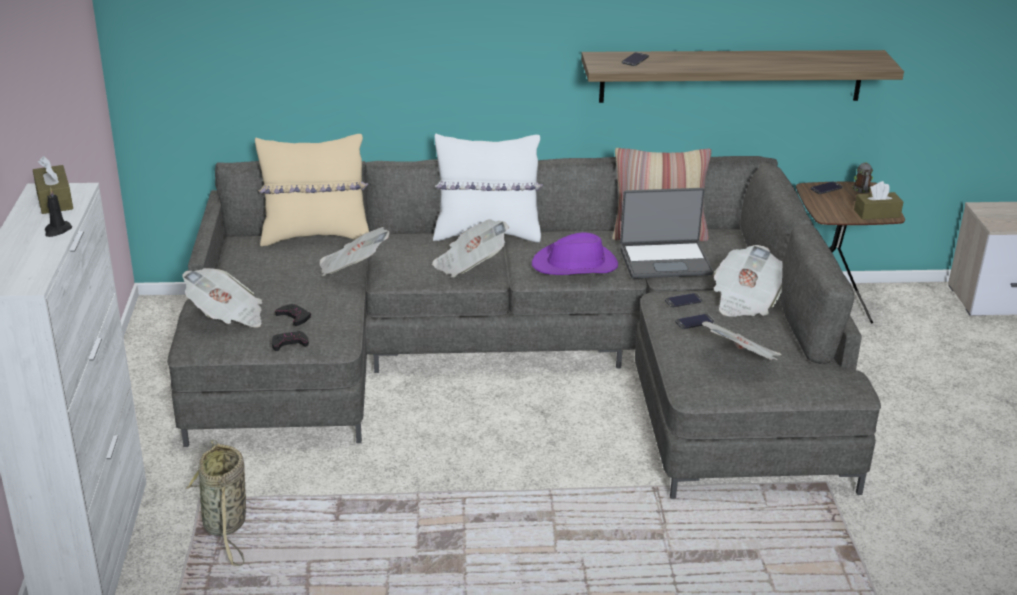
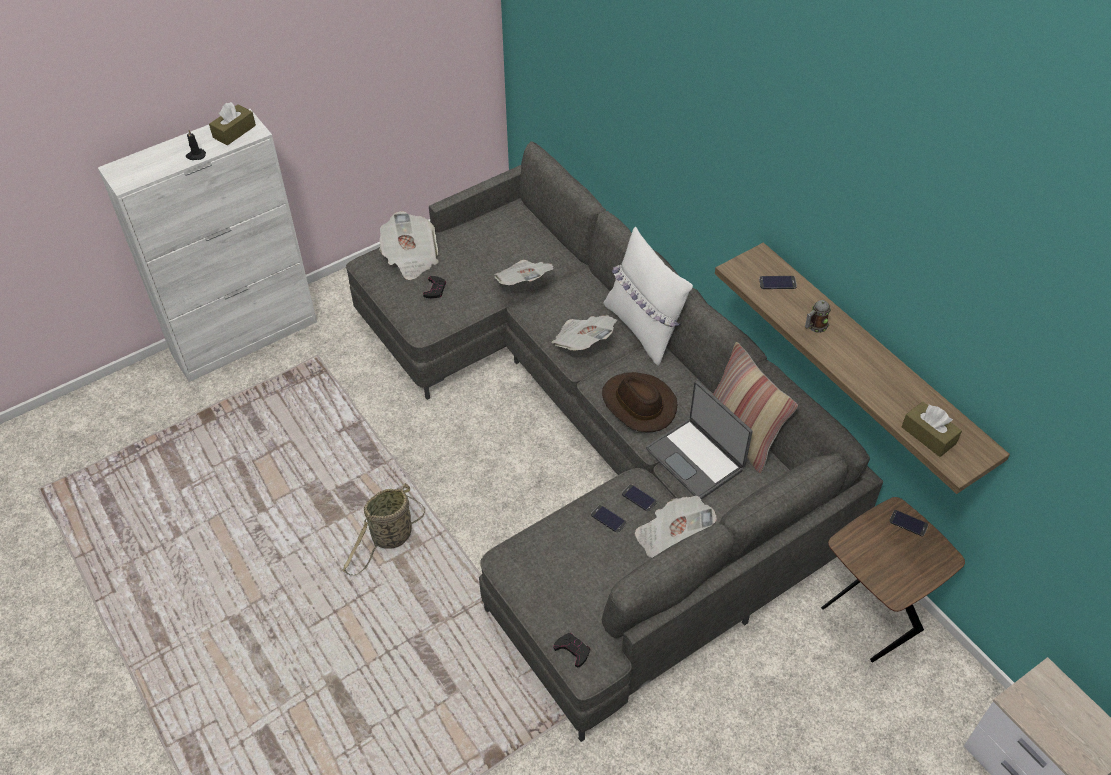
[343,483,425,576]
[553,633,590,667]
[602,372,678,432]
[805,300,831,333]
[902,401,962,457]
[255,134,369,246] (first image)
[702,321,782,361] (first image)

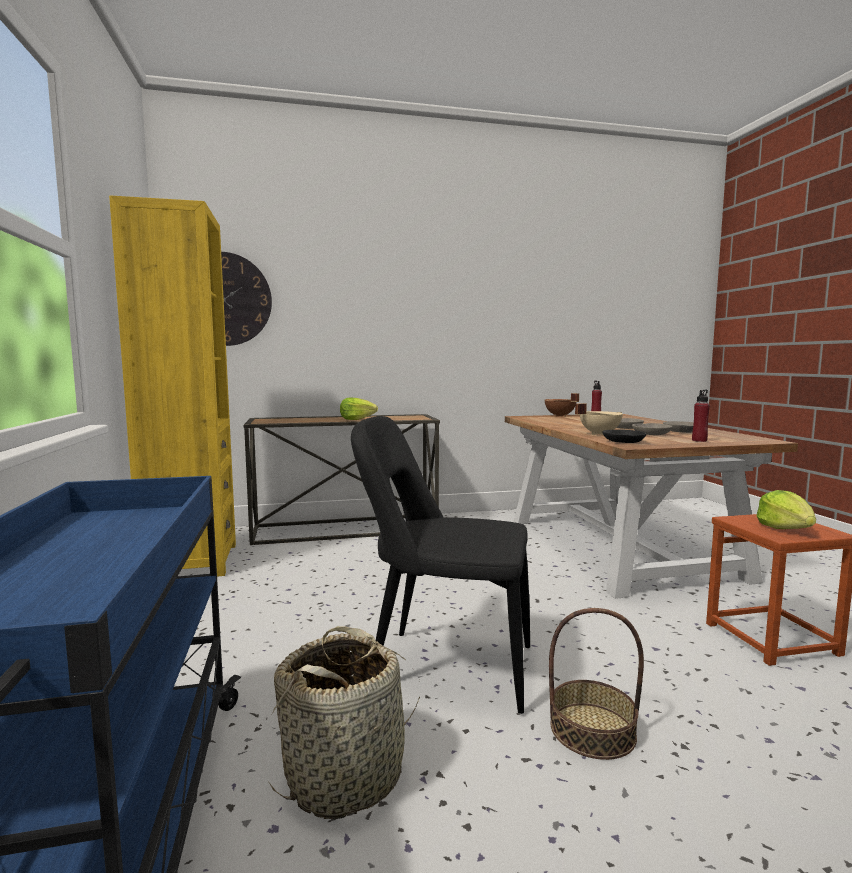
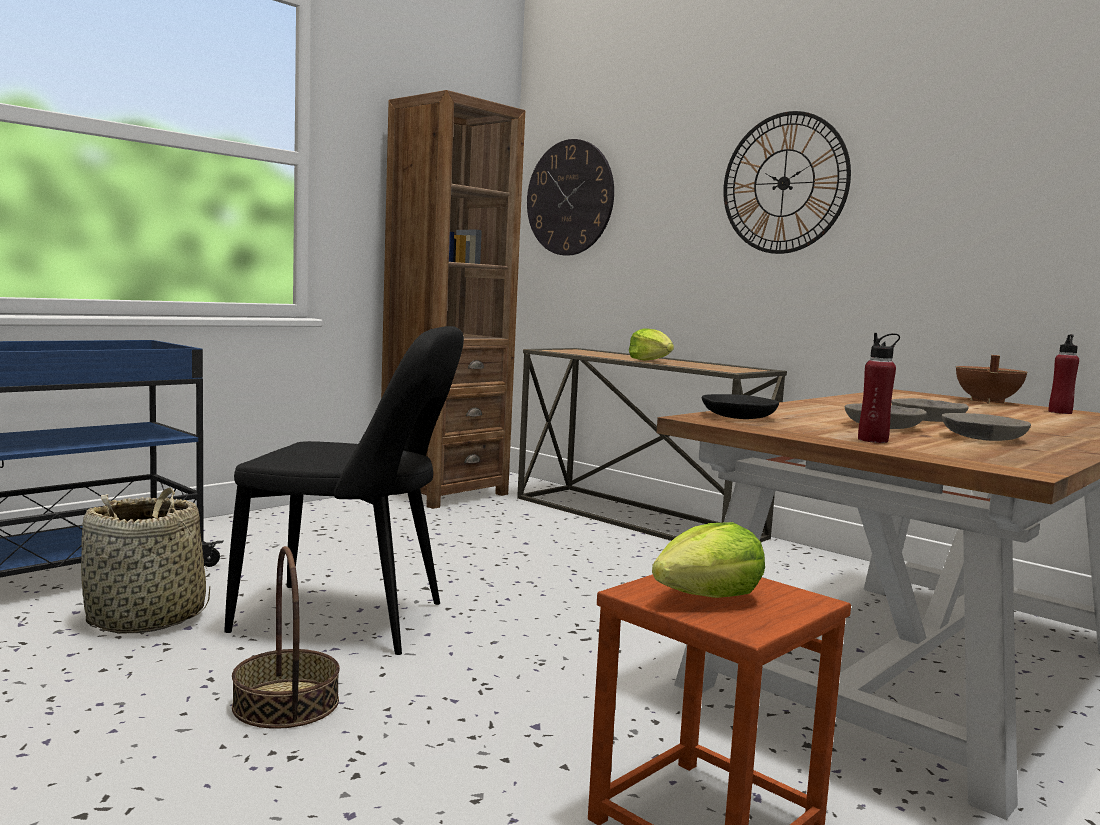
[224,326,464,655]
[381,90,525,509]
[723,111,851,254]
[575,403,623,435] (first image)

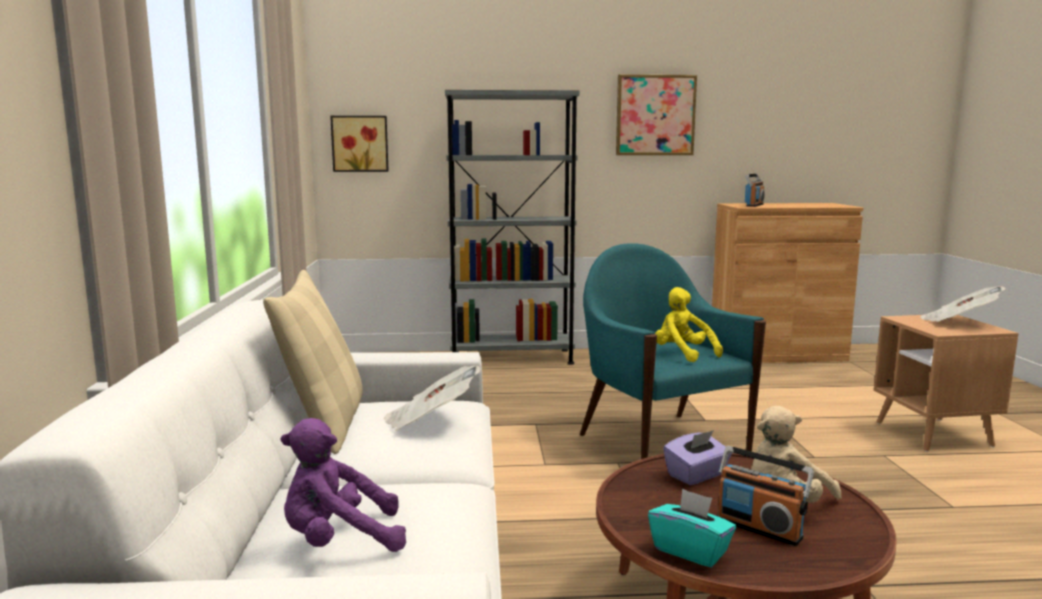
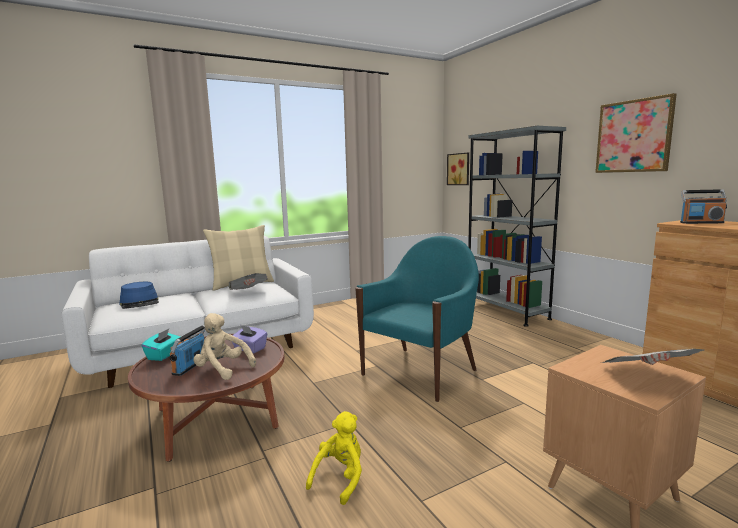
[119,282,159,309]
[306,411,362,505]

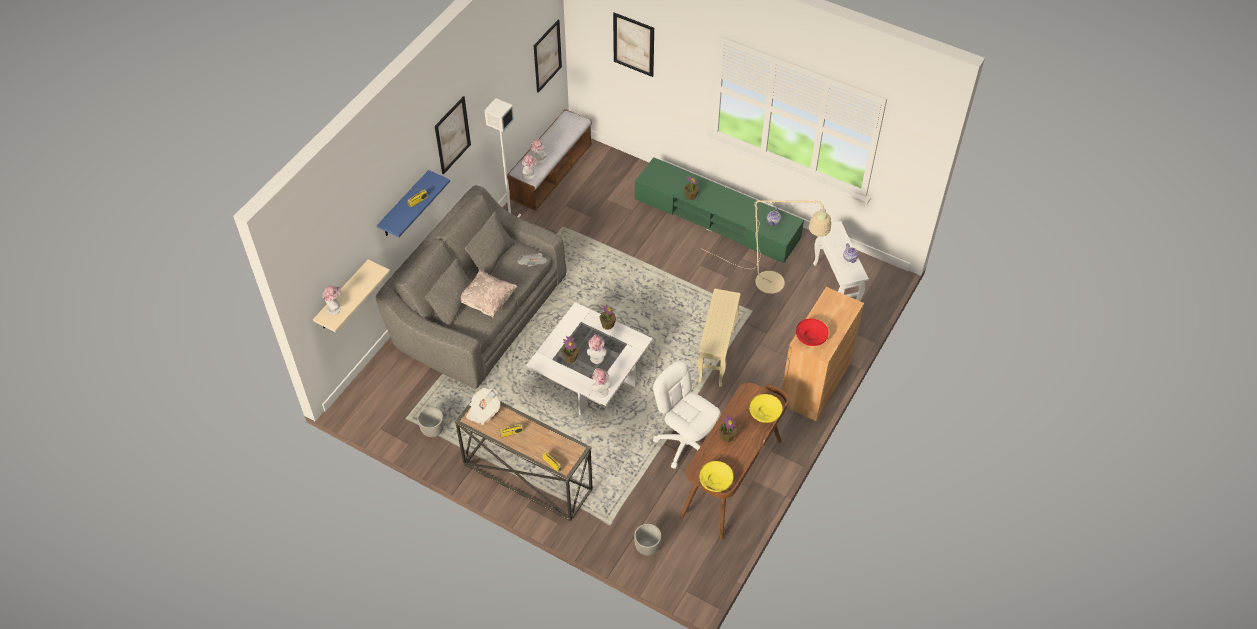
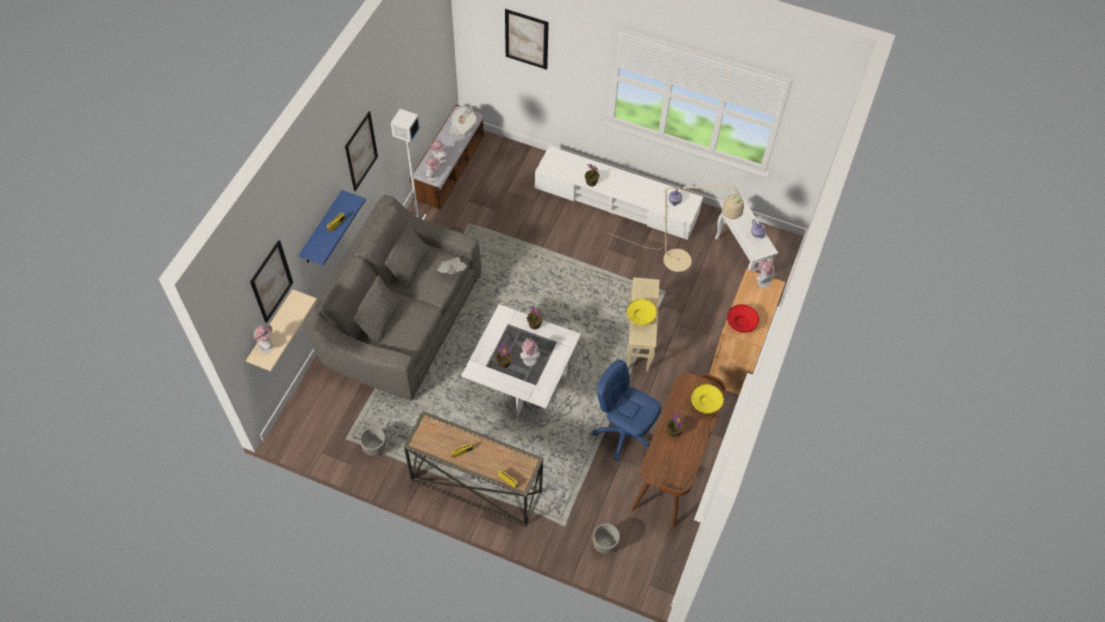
[250,240,293,323]
[449,106,476,136]
[535,146,703,240]
[593,360,661,461]
[627,299,657,325]
[757,260,775,288]
[461,270,518,318] (first image)

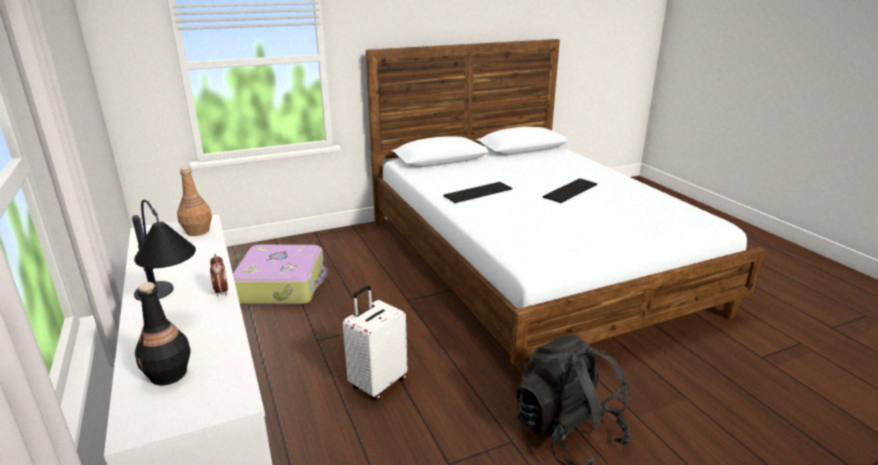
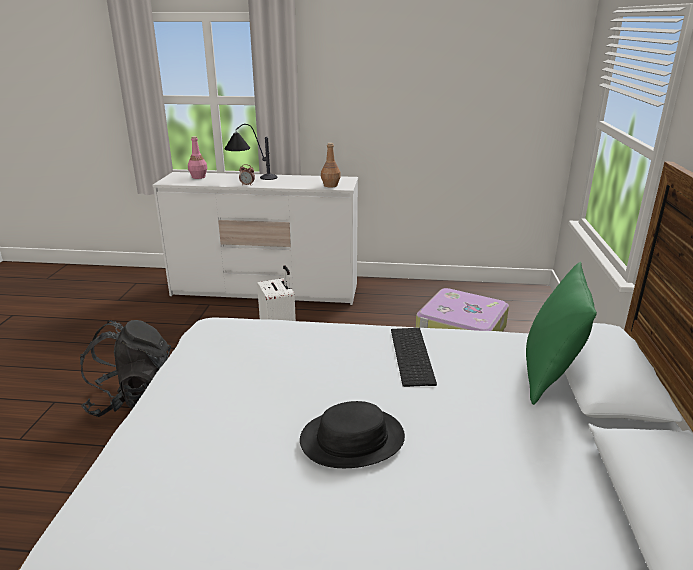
[188,136,207,179]
[300,401,405,468]
[526,262,597,405]

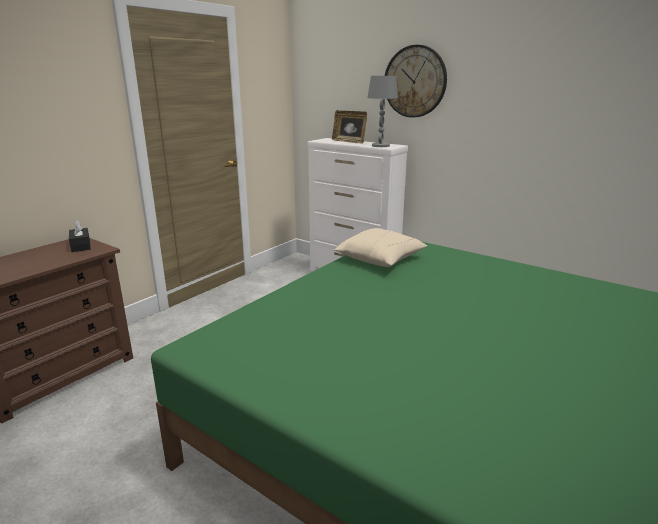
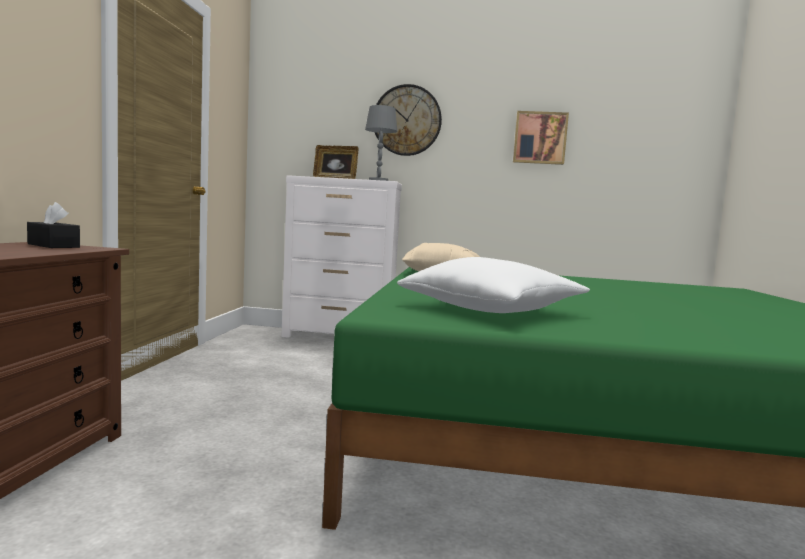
[397,257,590,313]
[513,111,569,165]

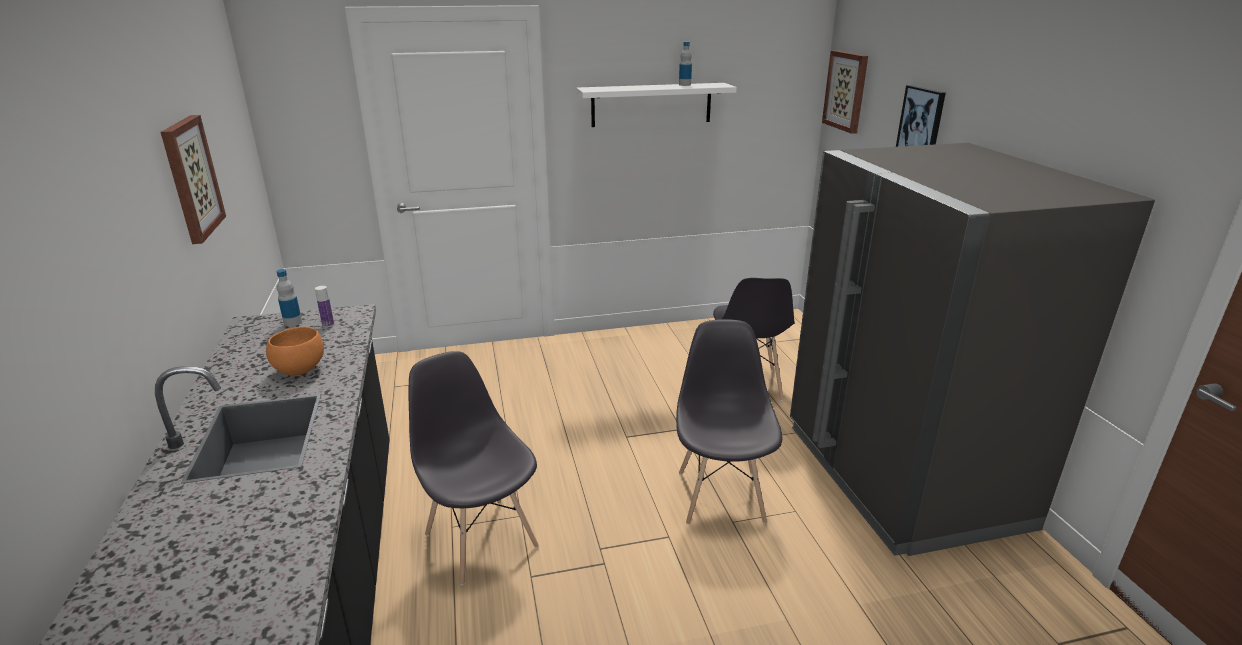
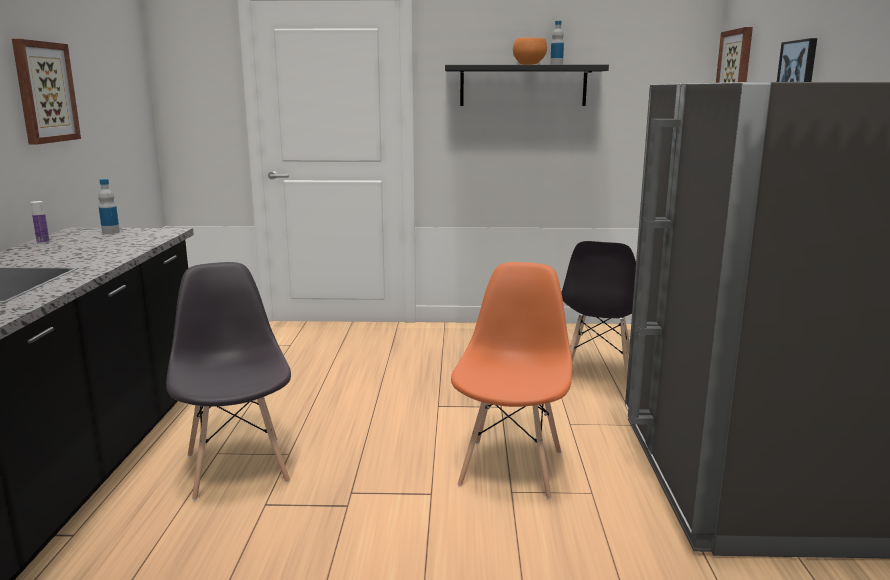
[30,201,50,244]
[445,65,609,106]
[451,262,572,499]
[513,37,547,65]

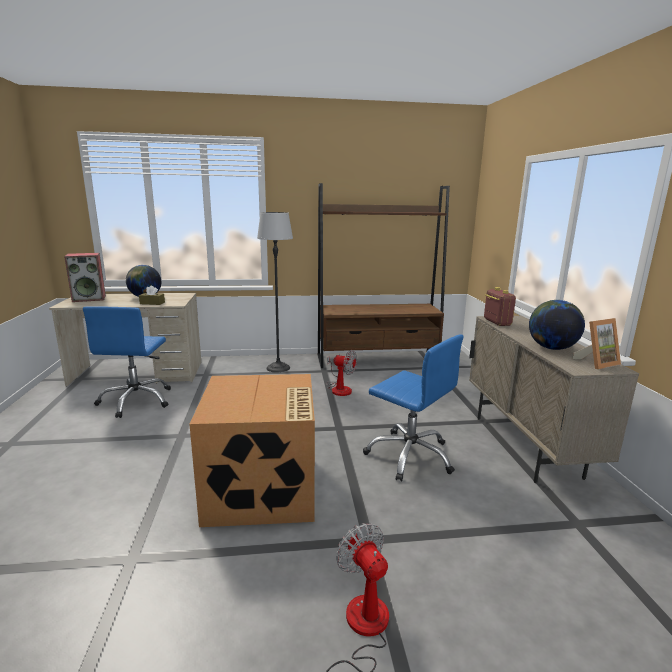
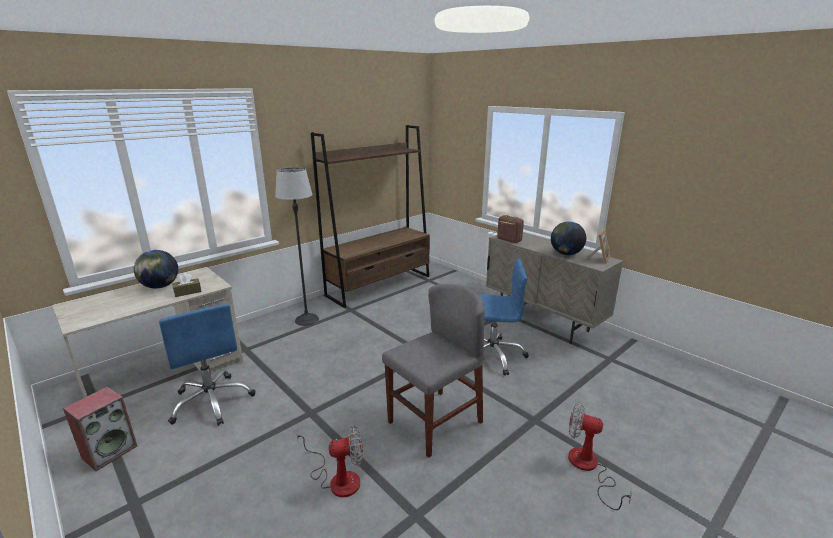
[63,387,137,471]
[297,425,363,497]
[382,284,485,458]

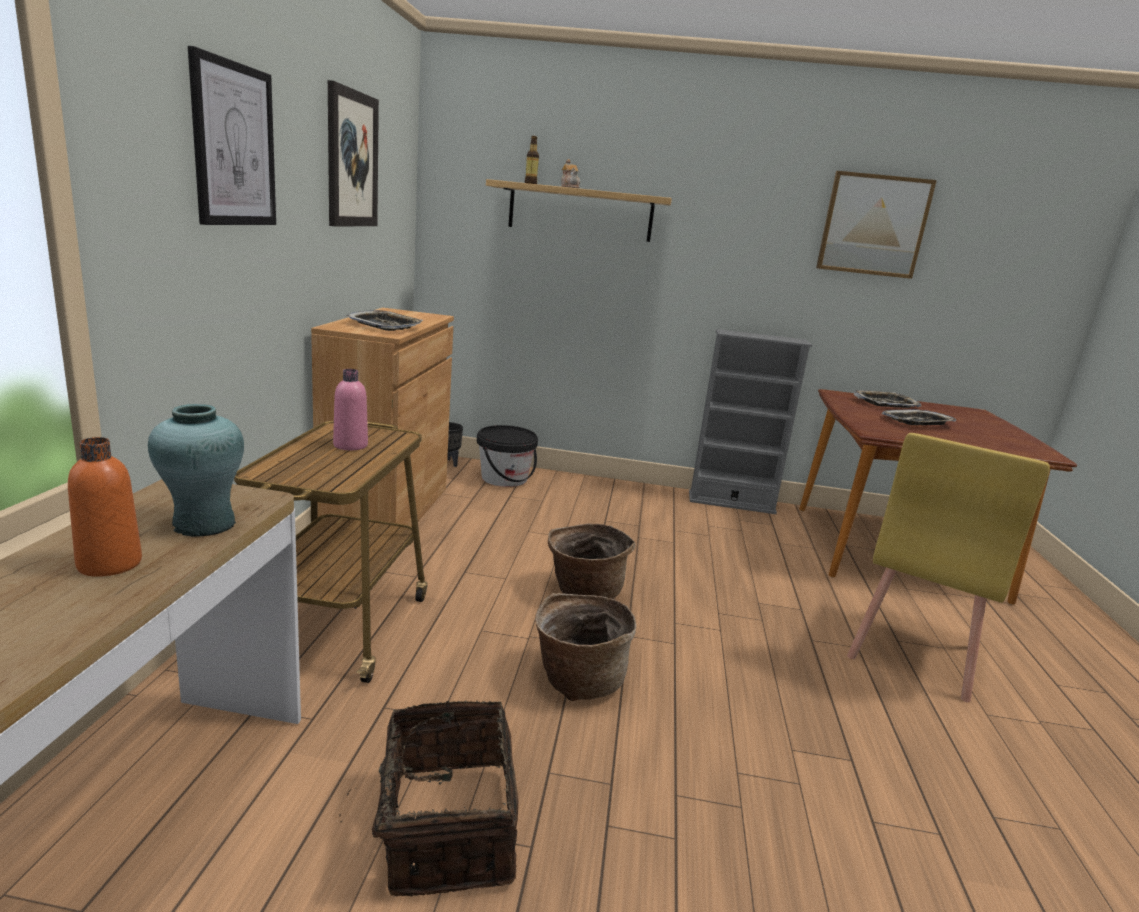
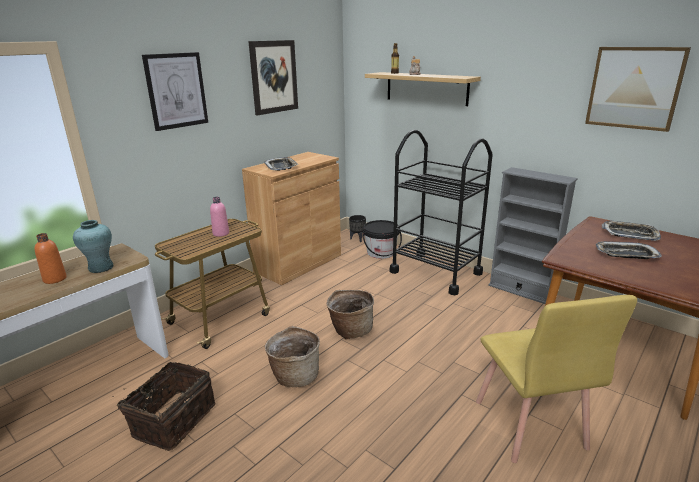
[390,130,493,295]
[476,295,637,463]

